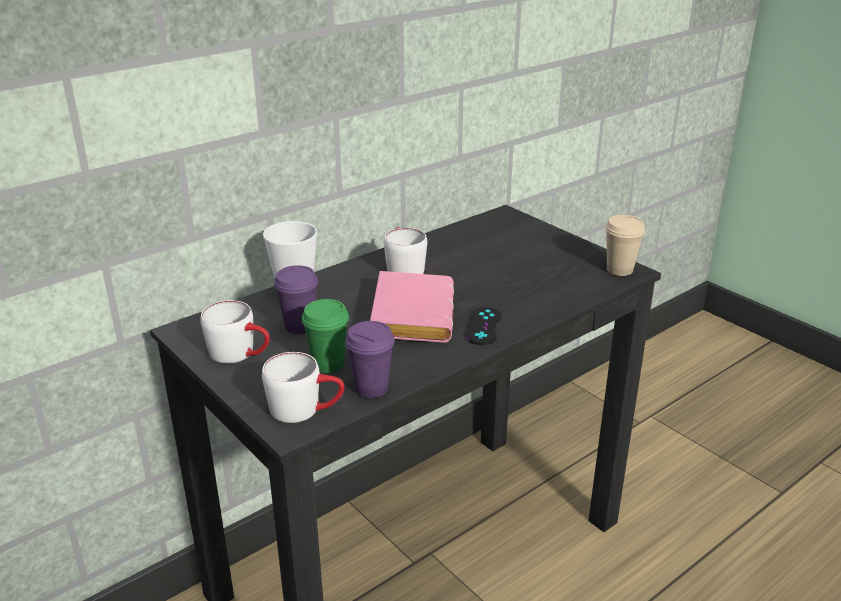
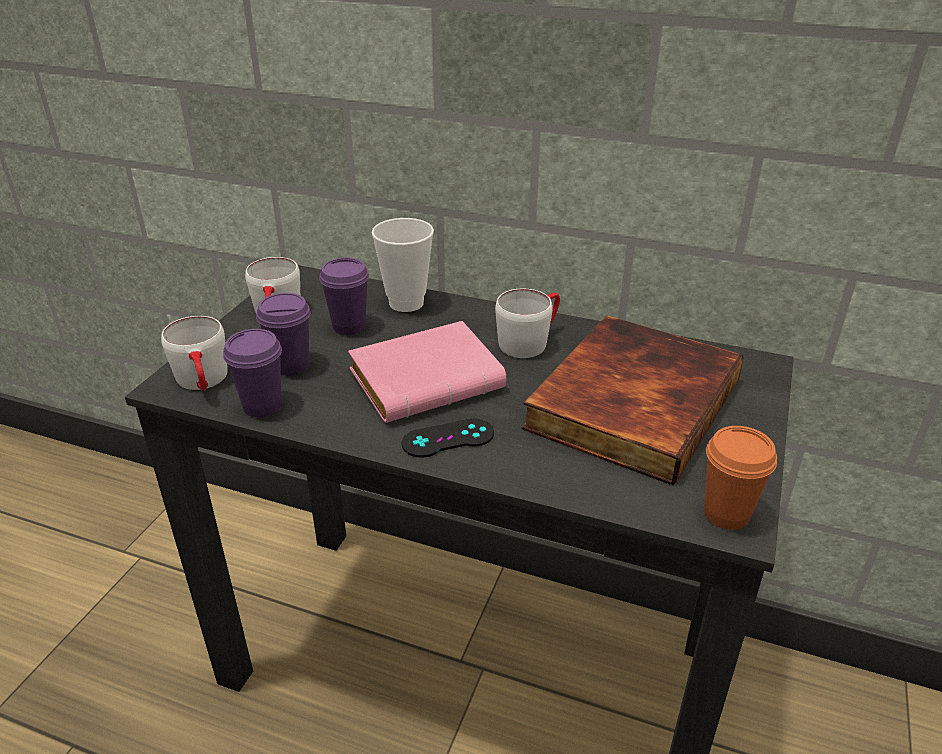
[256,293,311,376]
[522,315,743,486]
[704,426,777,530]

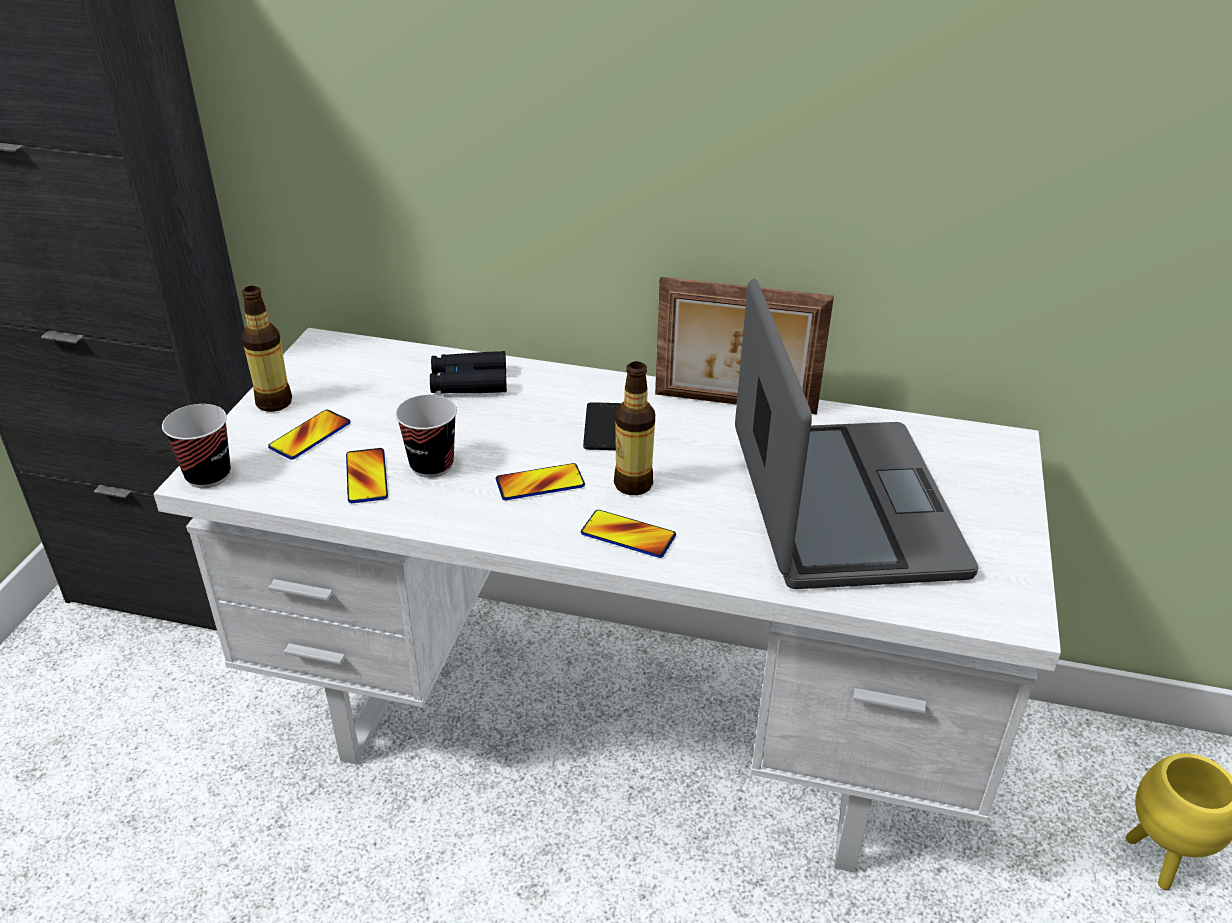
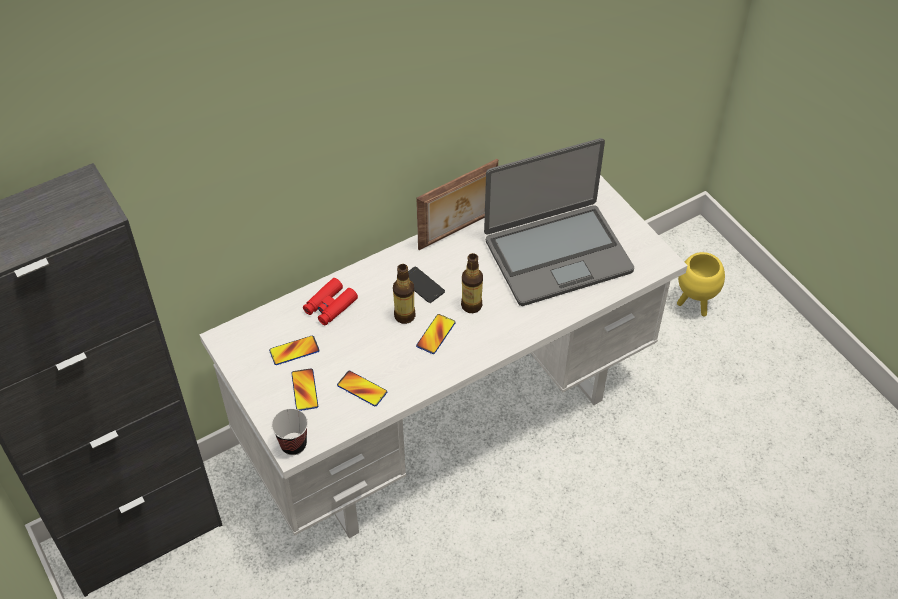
[269,336,320,365]
[303,278,358,325]
[393,264,416,324]
[484,138,634,306]
[395,395,457,478] (first image)

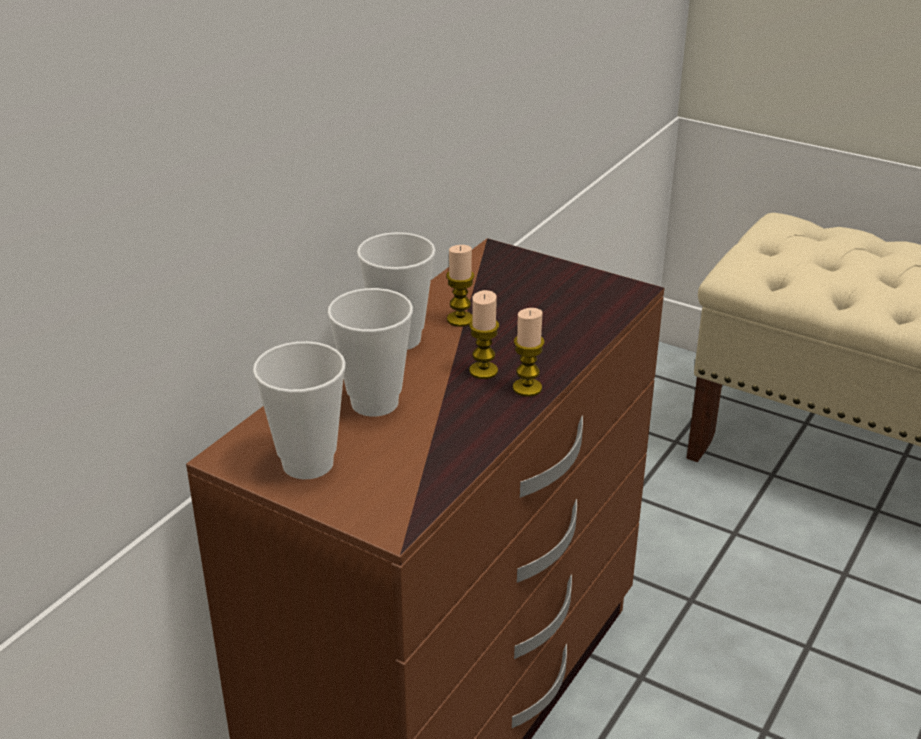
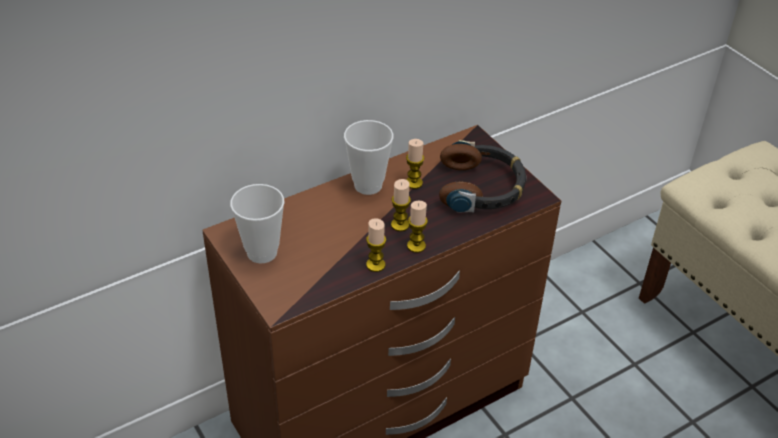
[366,218,386,272]
[439,140,527,213]
[328,288,413,417] (first image)

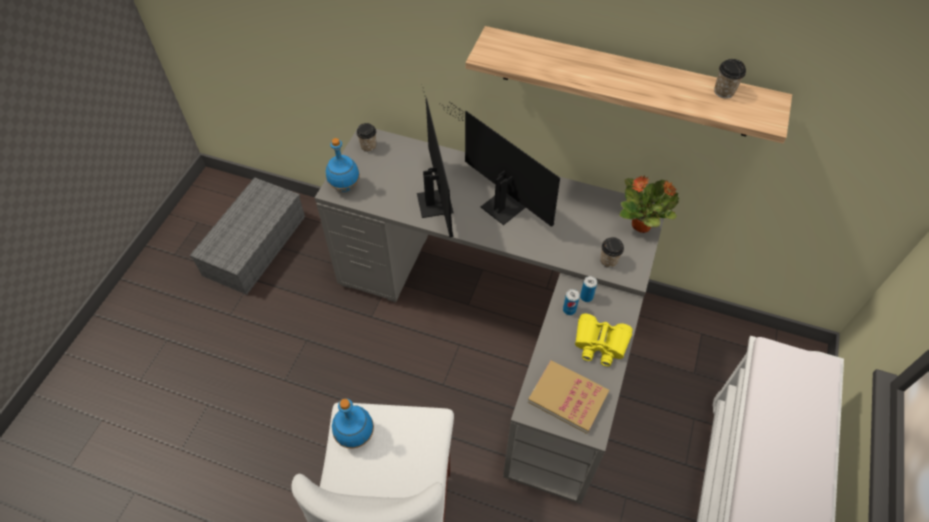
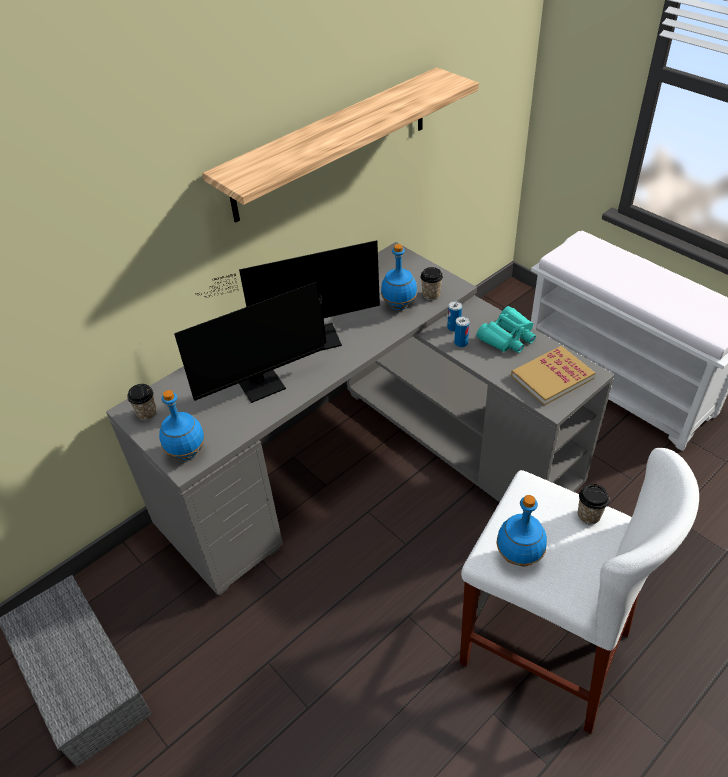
[174,277,360,403]
[381,244,417,310]
[476,306,536,353]
[578,484,609,525]
[619,175,679,233] (first image)

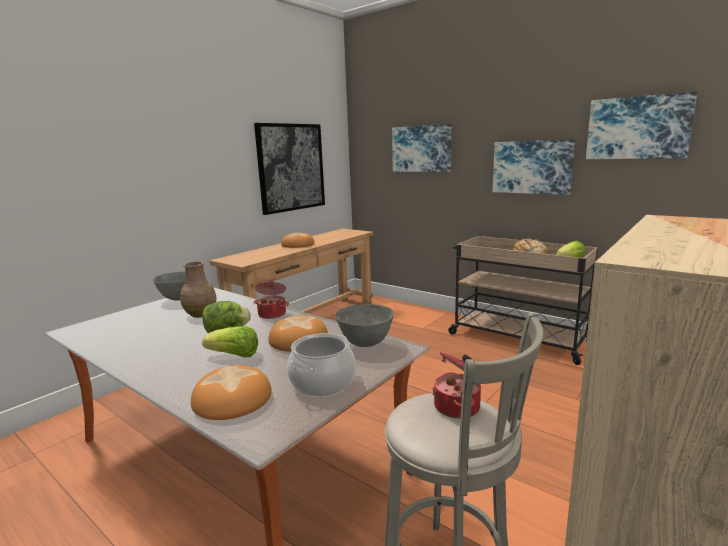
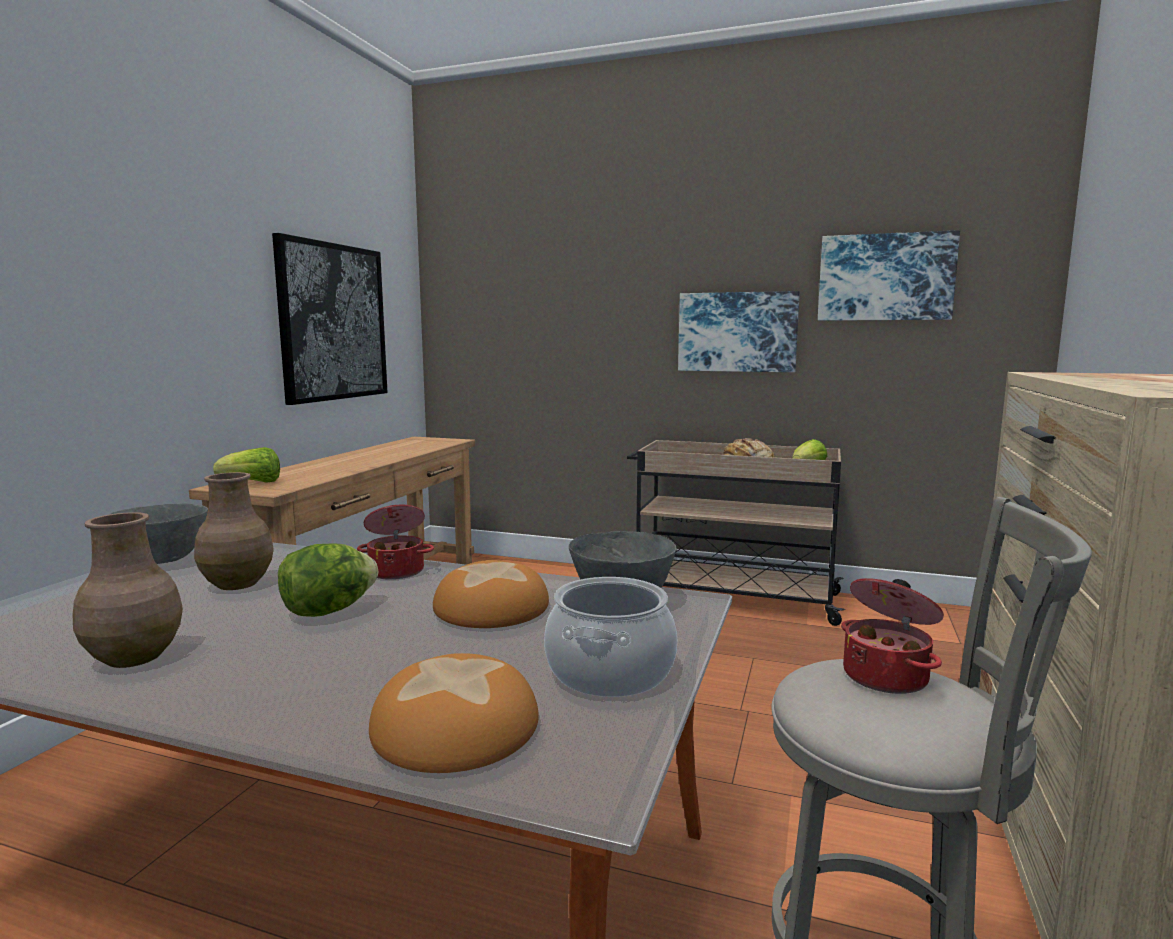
[73,512,183,668]
[213,447,280,483]
[281,232,314,248] (first image)
[392,124,452,172] (first image)

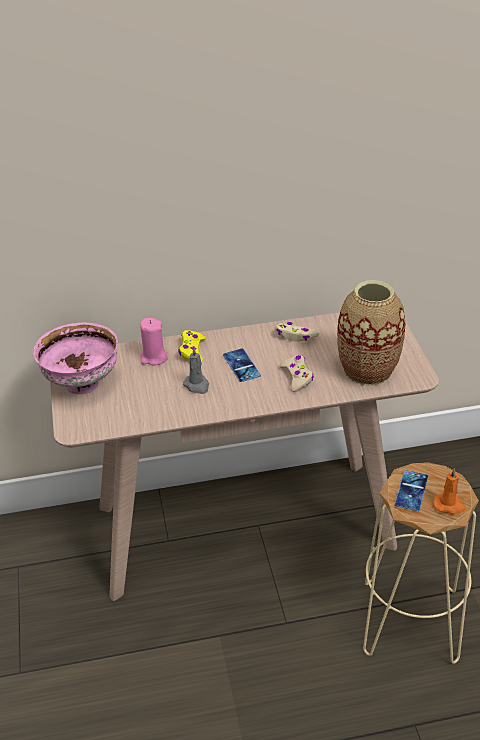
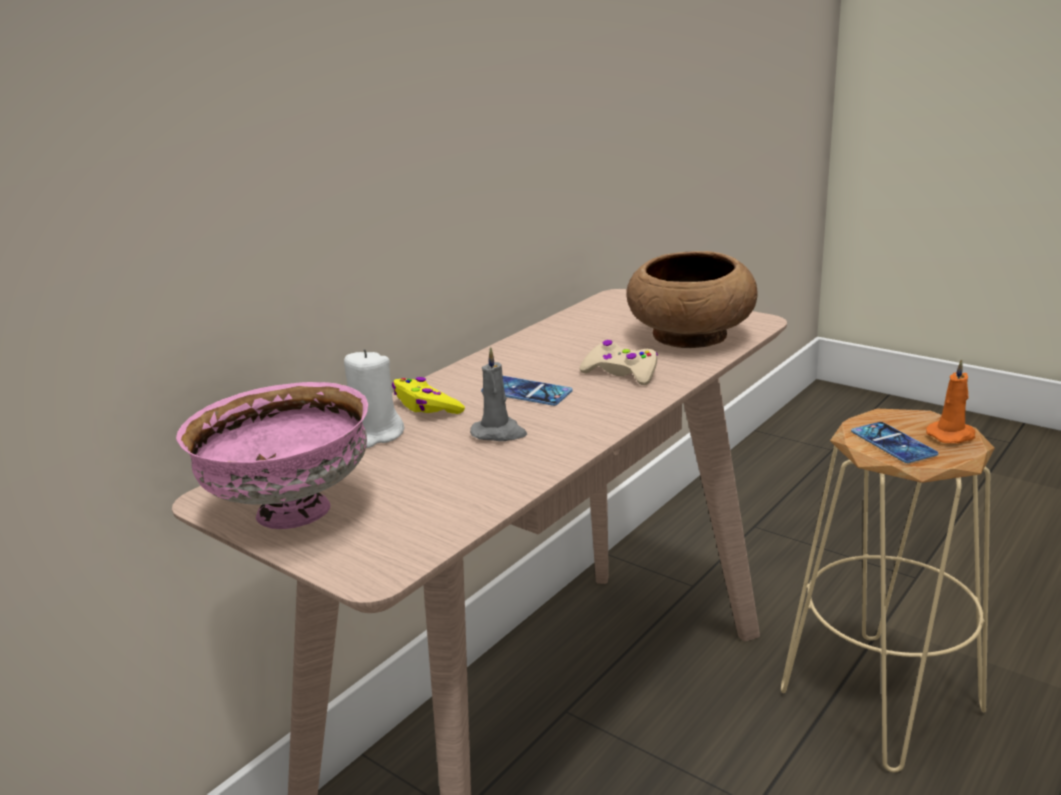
[344,349,404,448]
[626,251,757,348]
[276,322,319,342] (first image)

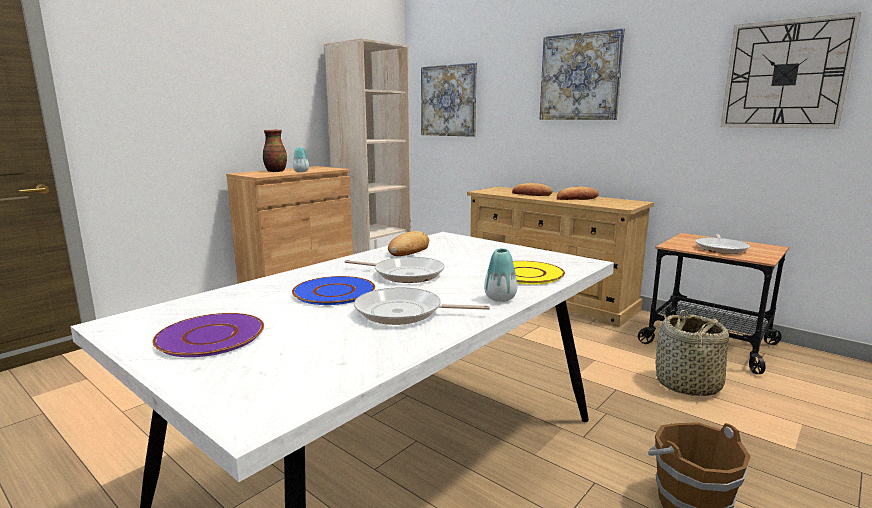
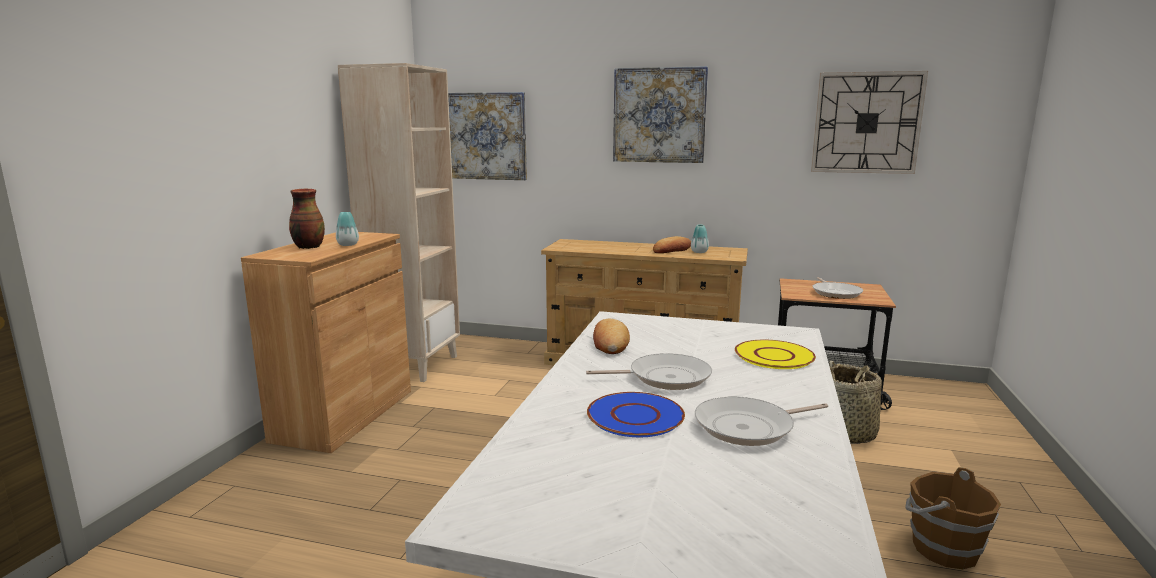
[691,225,709,253]
[152,313,264,357] (first image)
[512,183,553,196] (first image)

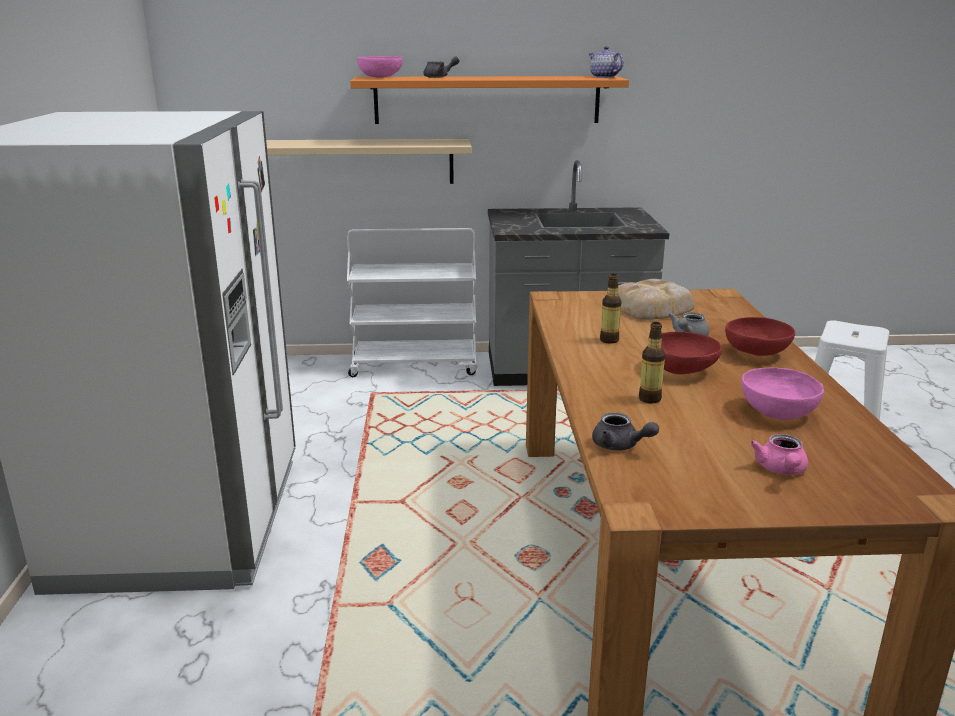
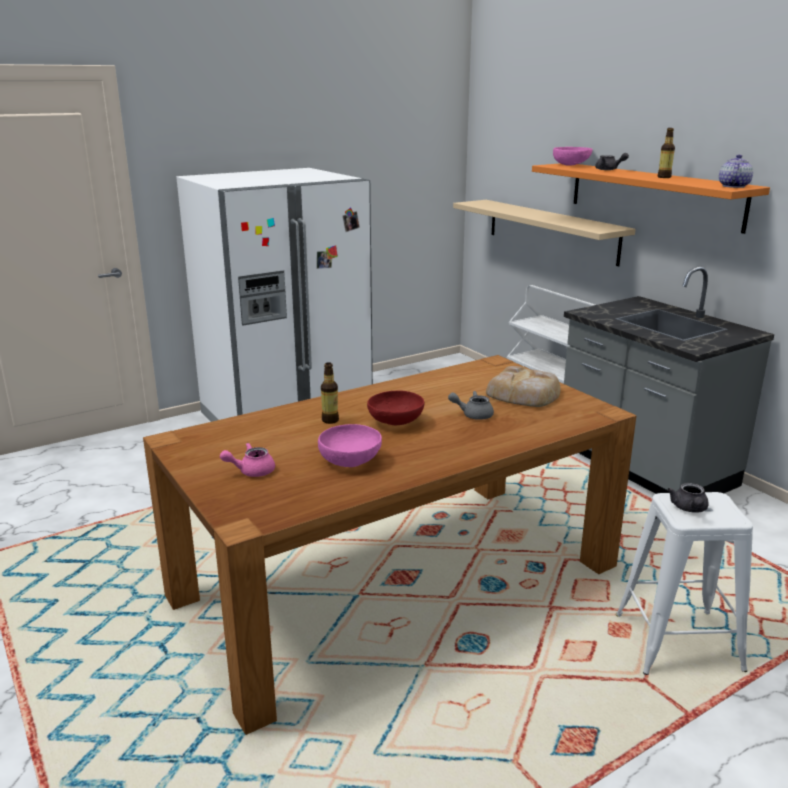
[658,128,675,178]
[667,483,709,513]
[725,317,795,356] (first image)

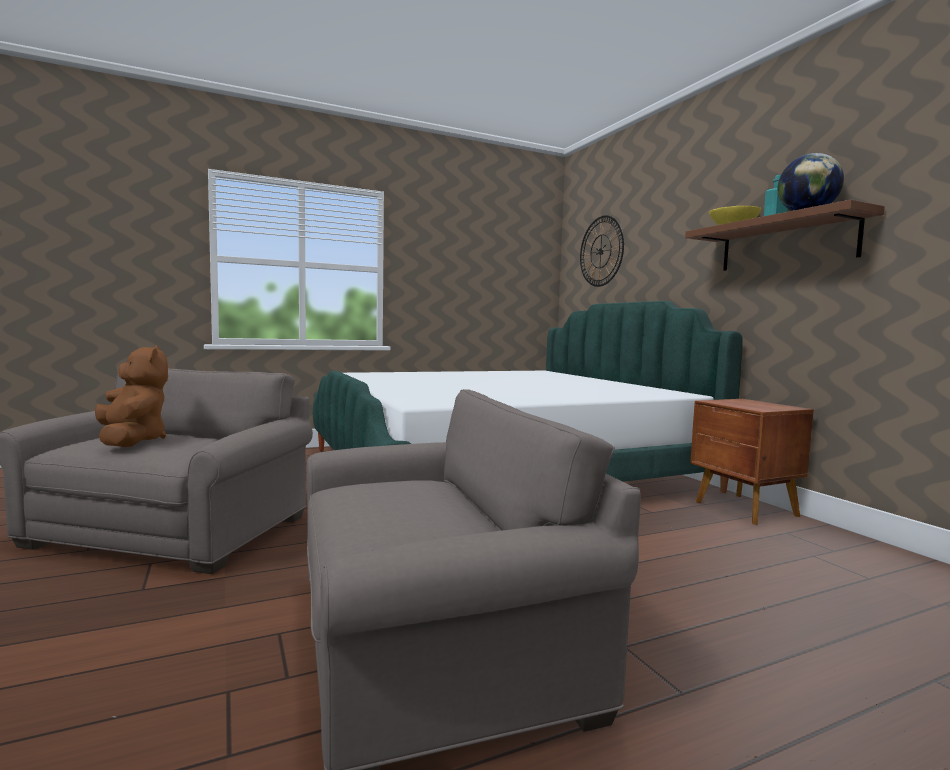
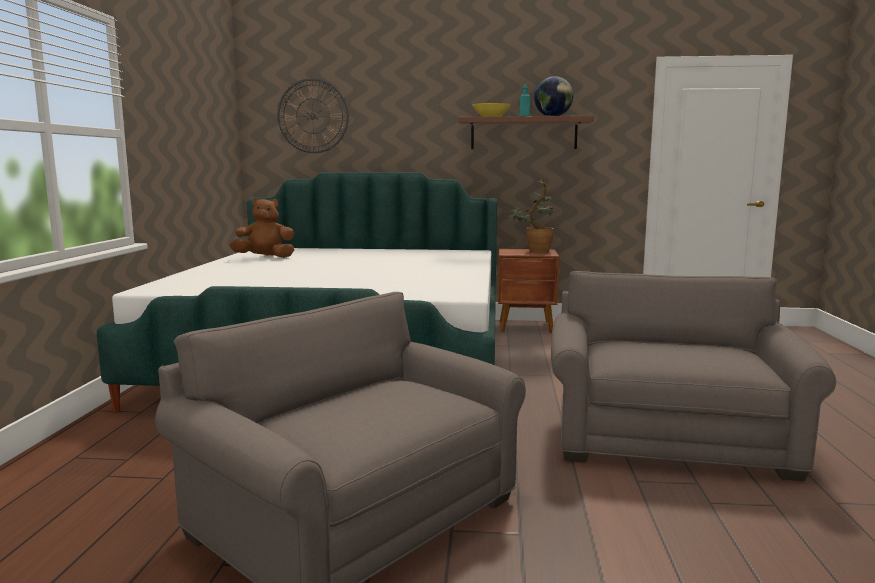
[230,198,294,258]
[508,176,554,253]

